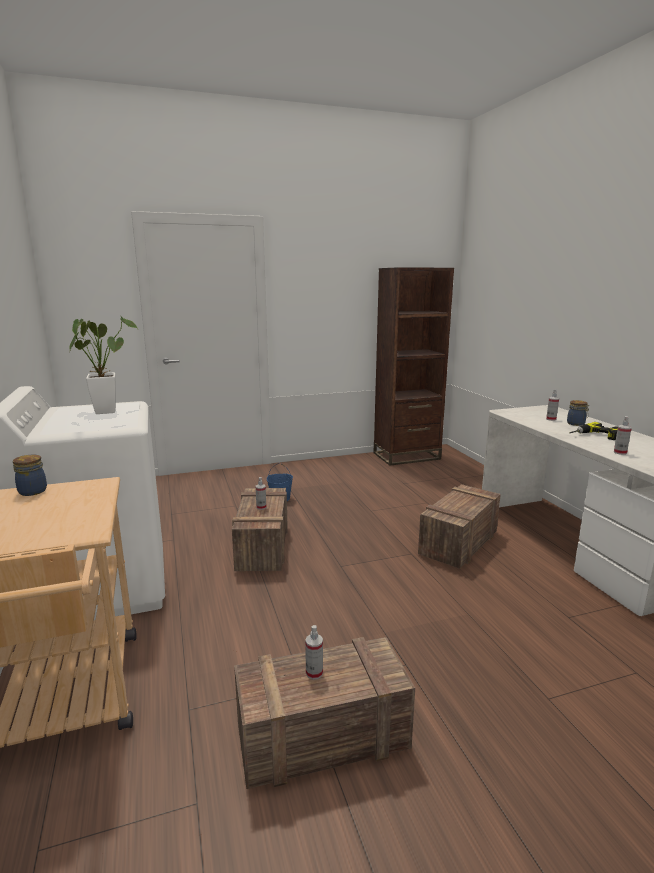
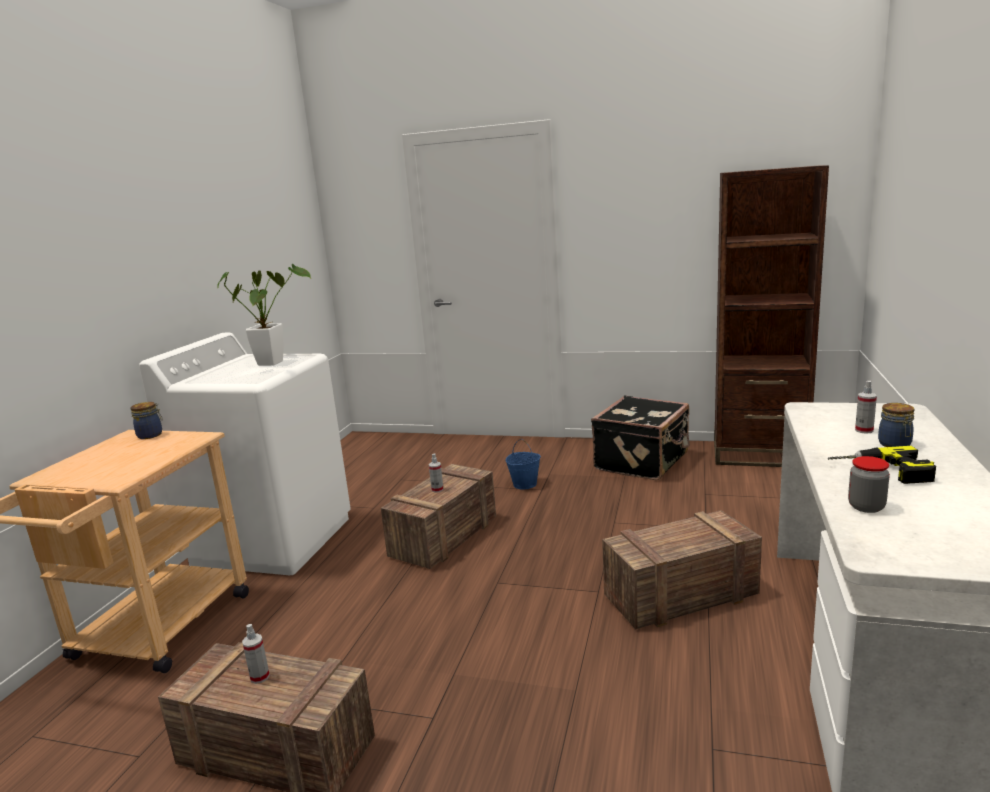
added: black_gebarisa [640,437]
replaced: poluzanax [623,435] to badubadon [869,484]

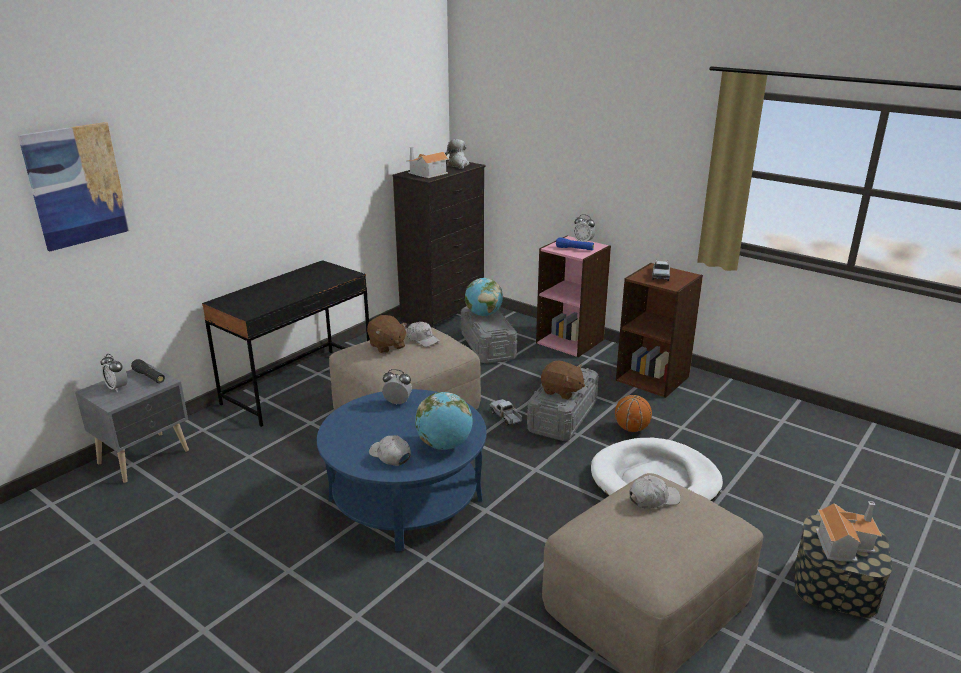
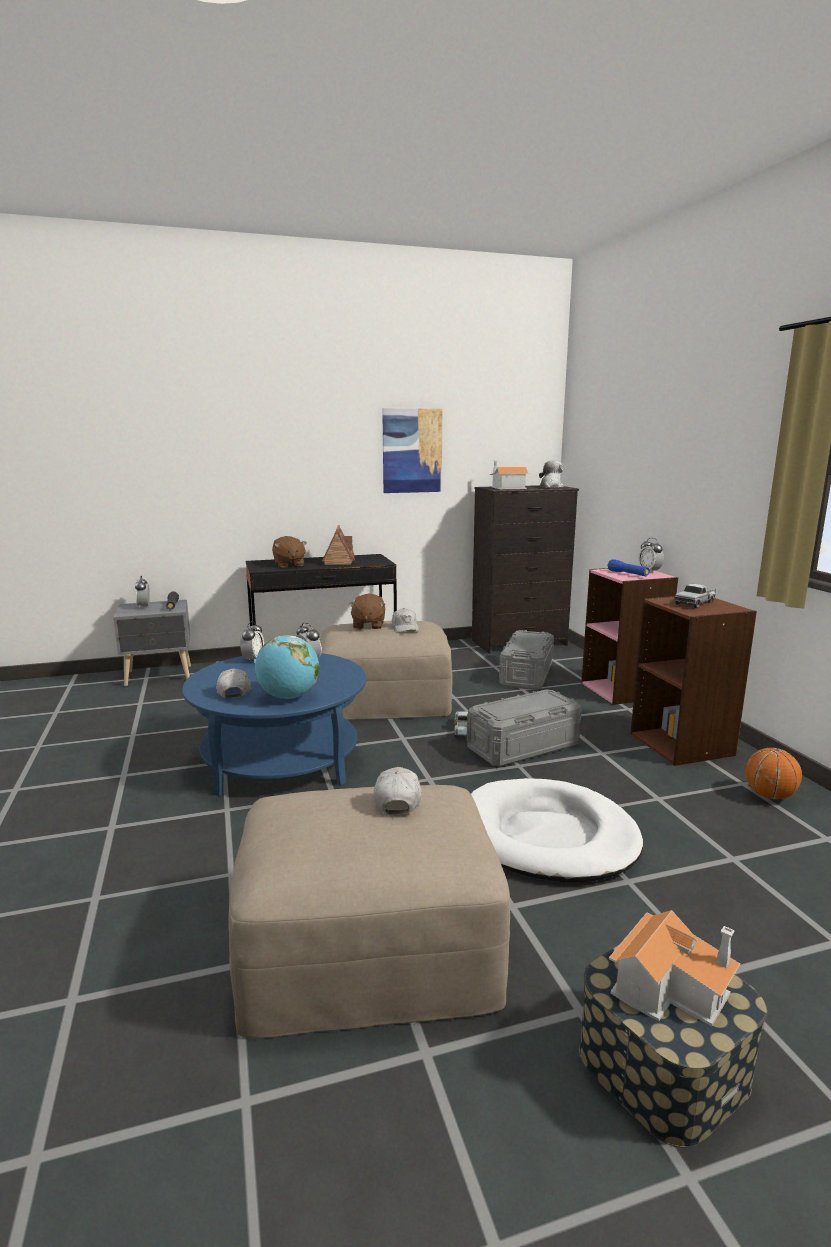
removed: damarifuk [484,297]
added: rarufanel [252,642]; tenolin [338,545]
moved: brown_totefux [563,380] to [289,552]; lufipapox [74,186] to [412,450]; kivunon [633,413] to [773,773]
turned: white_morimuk [654,491] = [397,790] 105 degrees counterclockwise

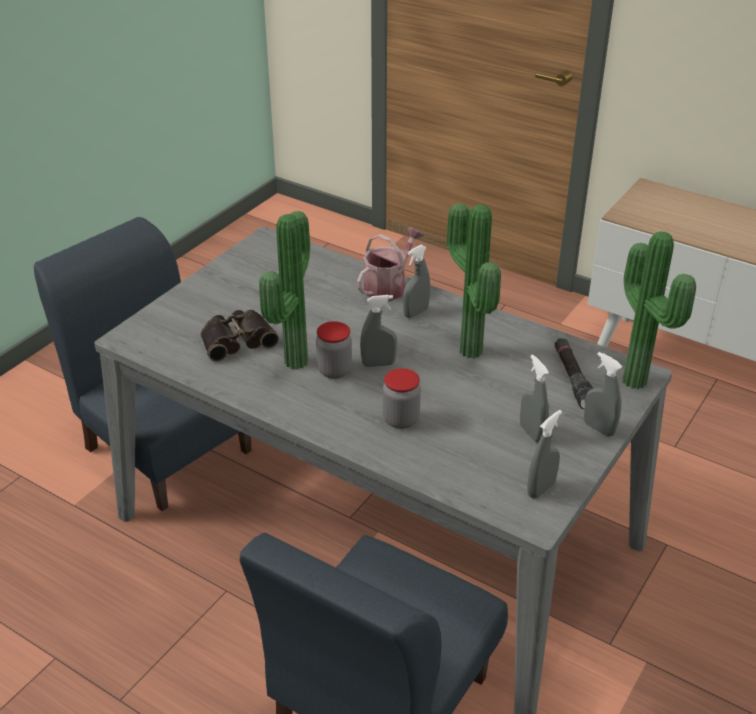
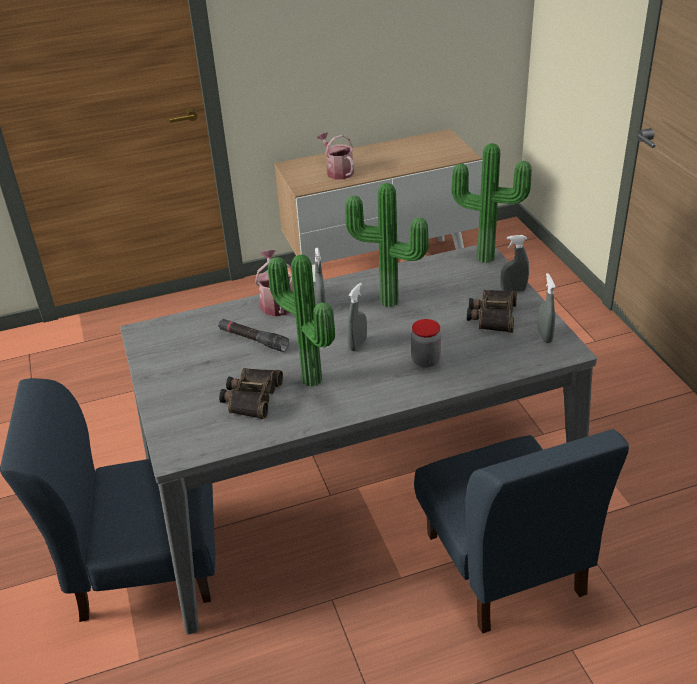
removed: badubadon [334,350]
added: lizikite [335,155]
moved: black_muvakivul [574,373] to [253,335]
replaced: grey_poluzanax [534,399] to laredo [492,311]

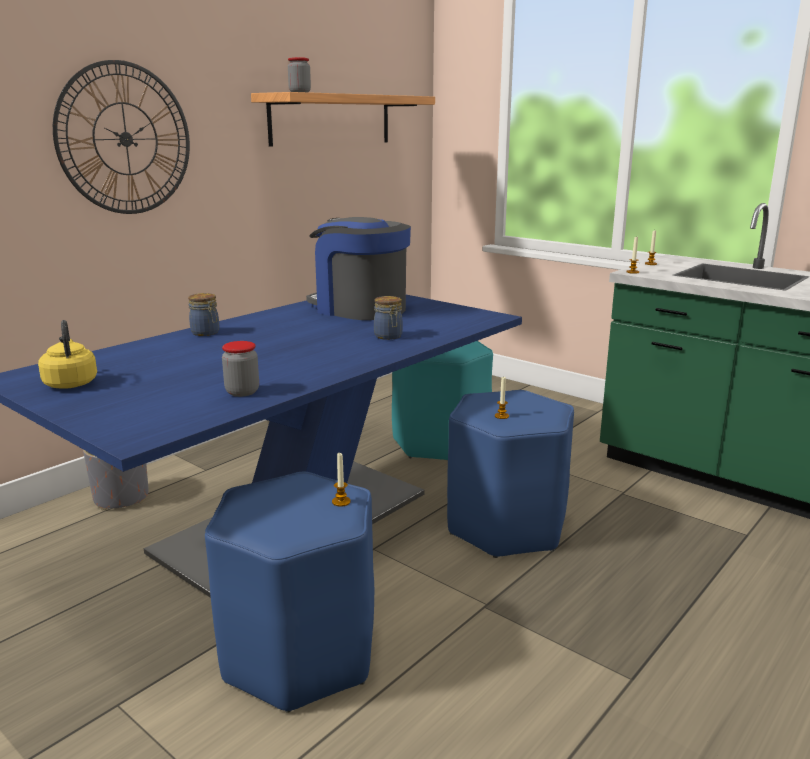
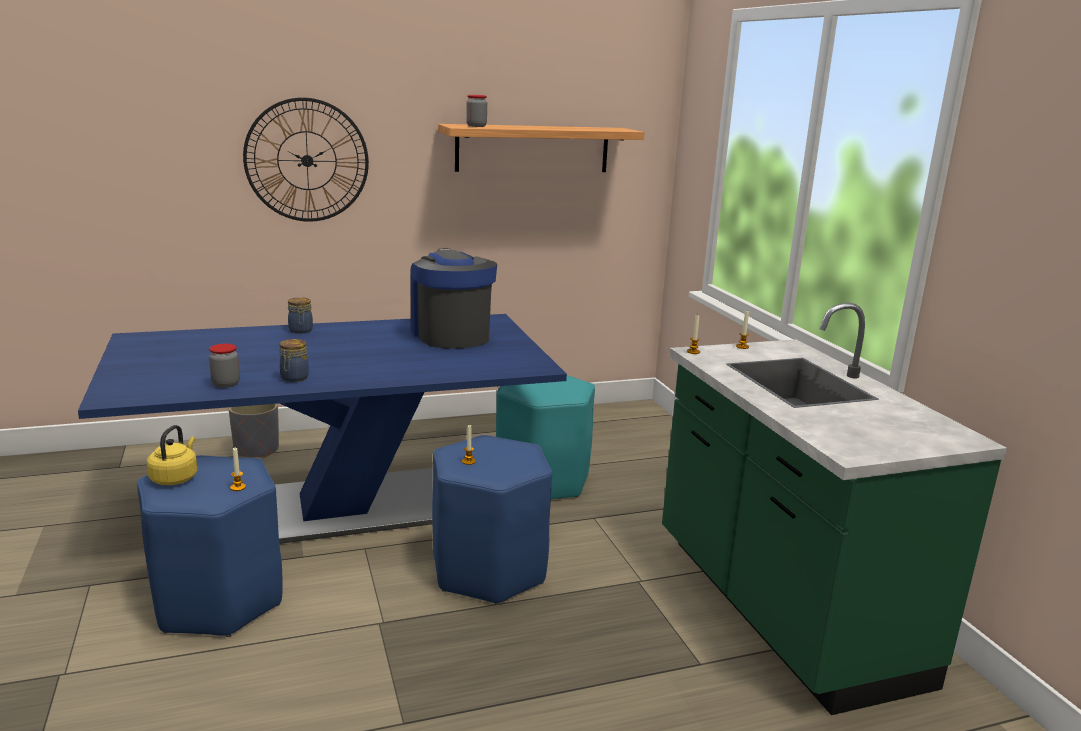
moved: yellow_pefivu [67,354] to [172,455]; badubadon [388,318] to [294,360]

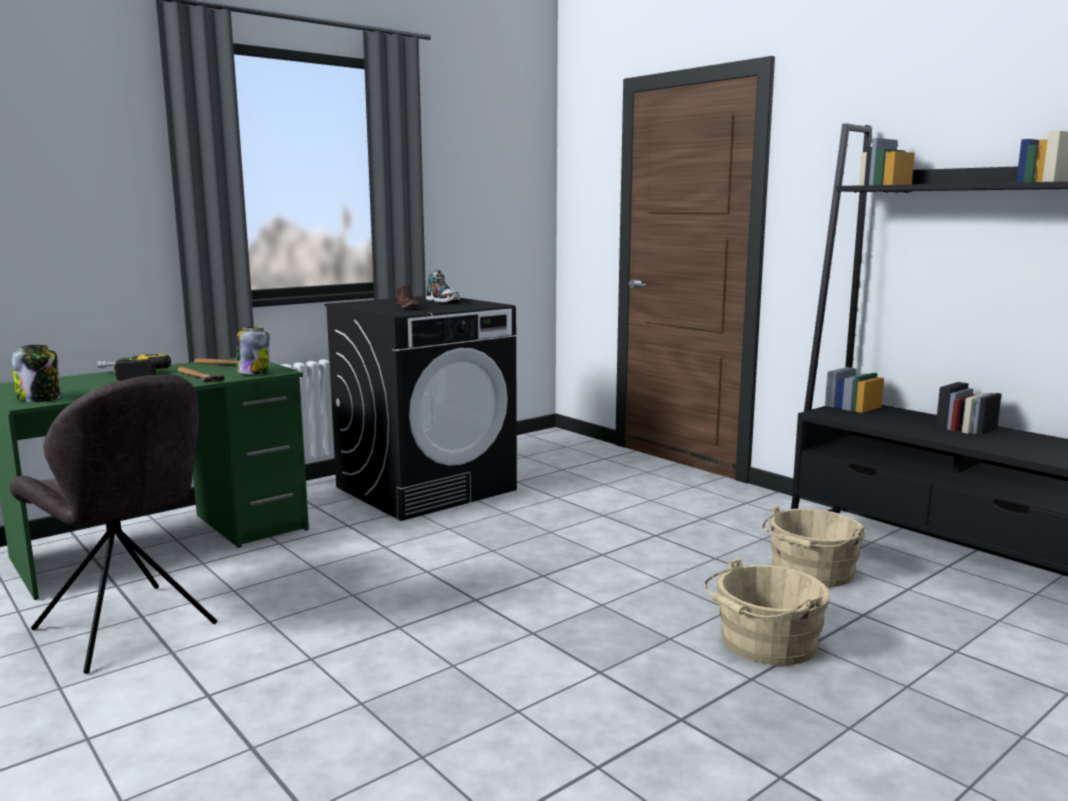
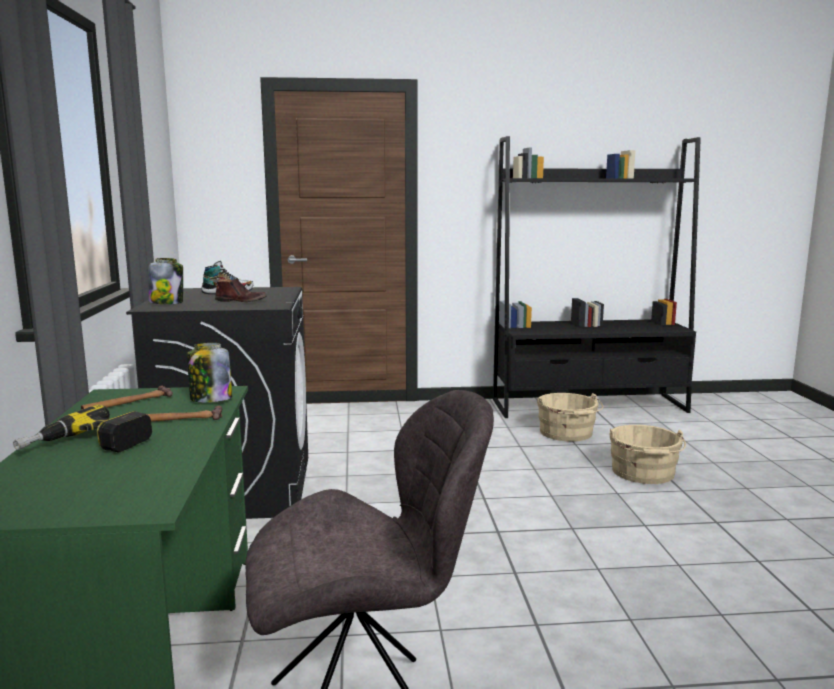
moved: badubadon [36,373] to [165,281]

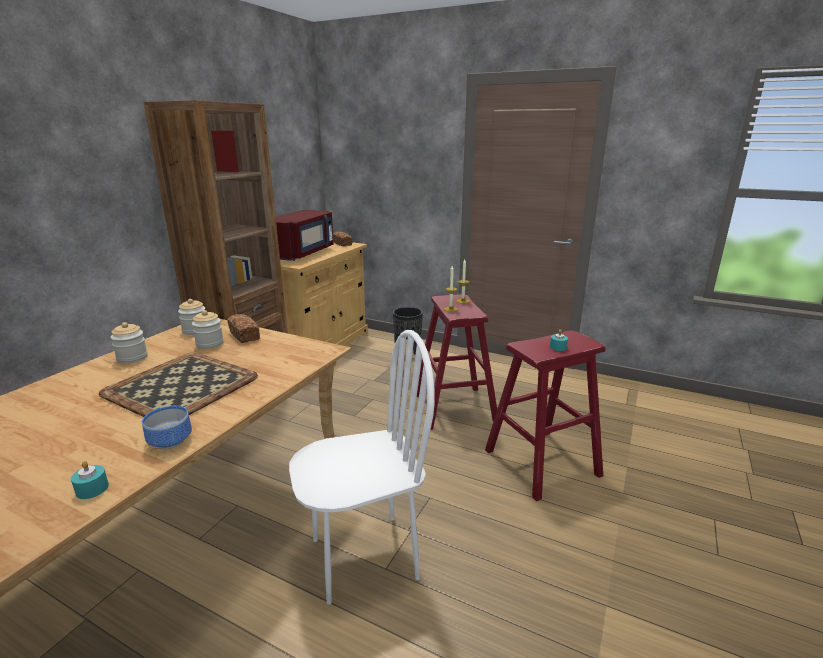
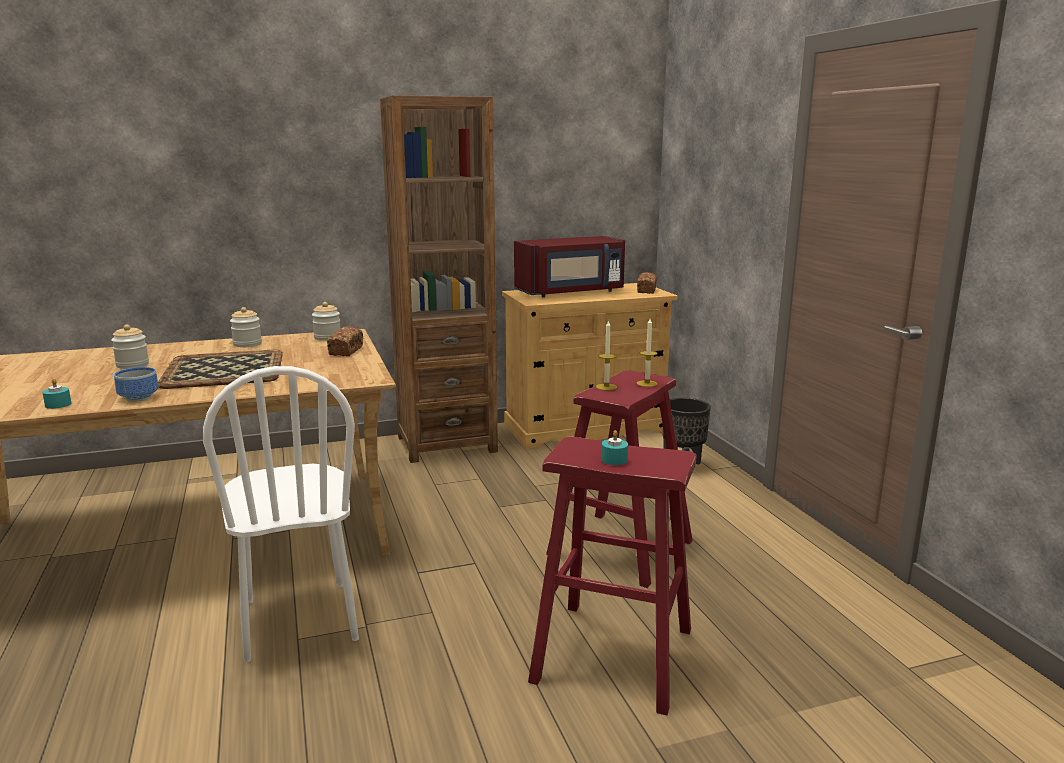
moved: badubadon [208,329] to [130,346]
turned: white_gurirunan [362,467] = [281,514] 45 degrees clockwise

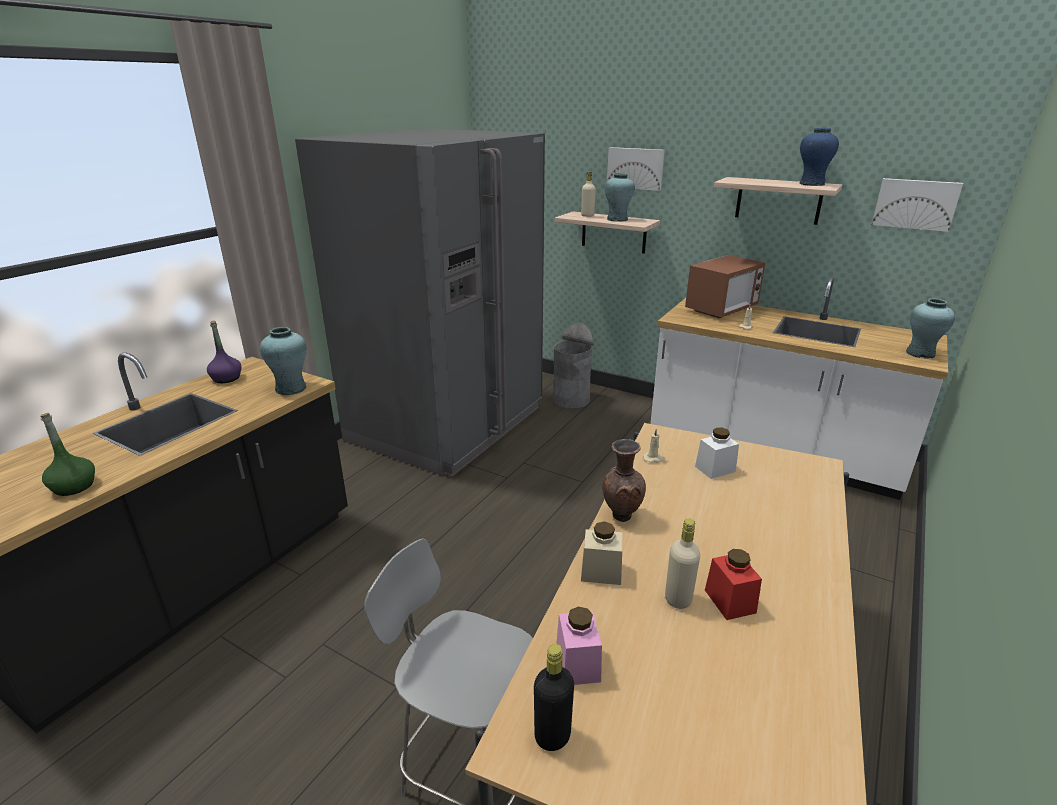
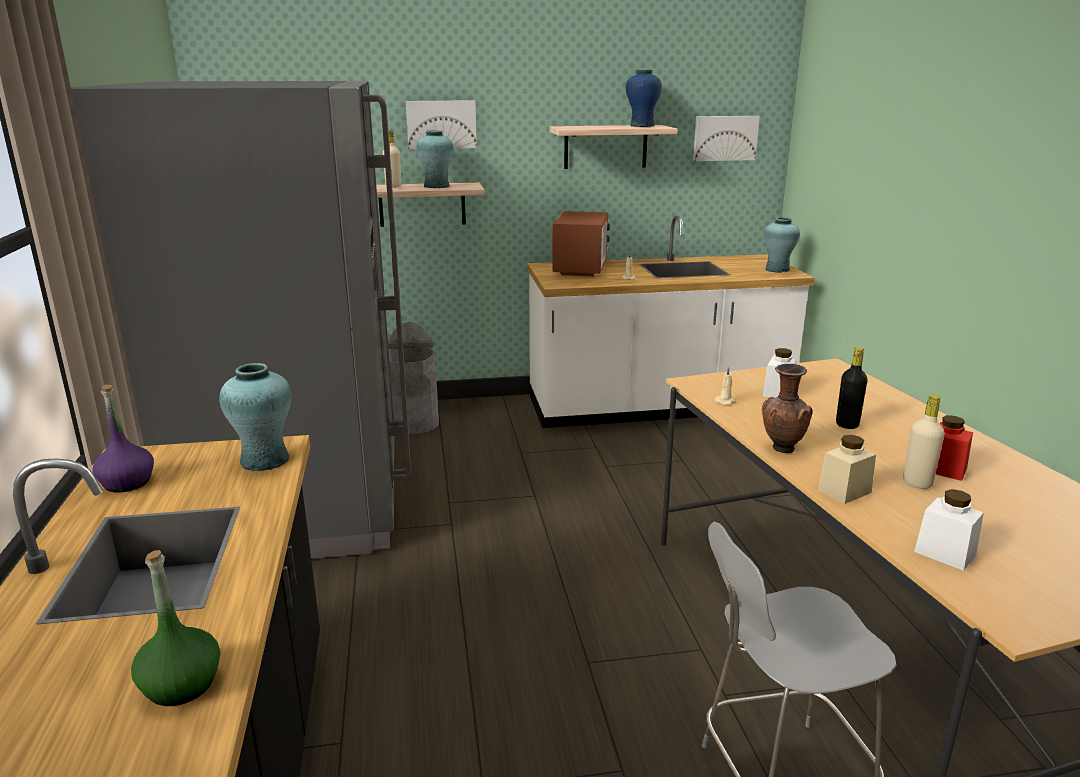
moved: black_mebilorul [554,697] to [852,388]
recoloured: pink_badubadon [579,646] to white_badubadon [949,530]

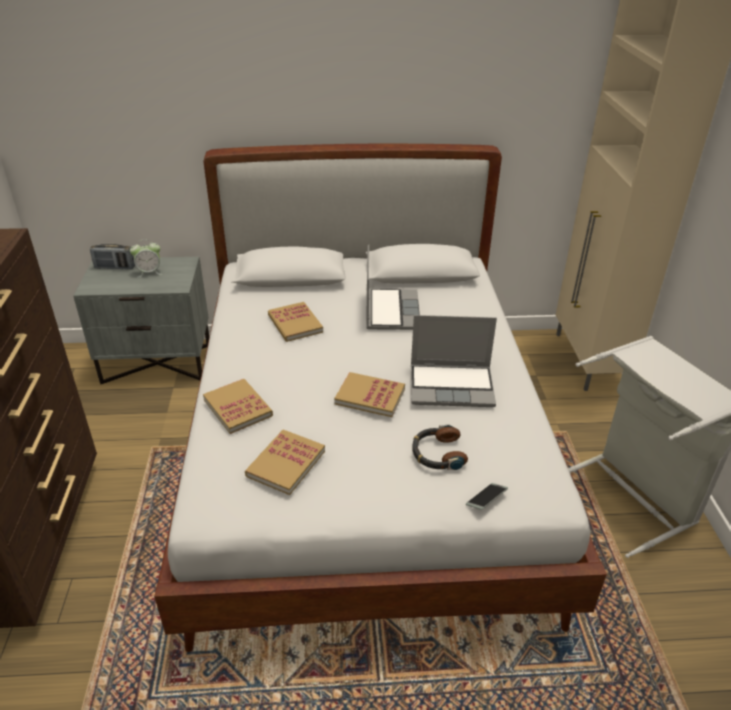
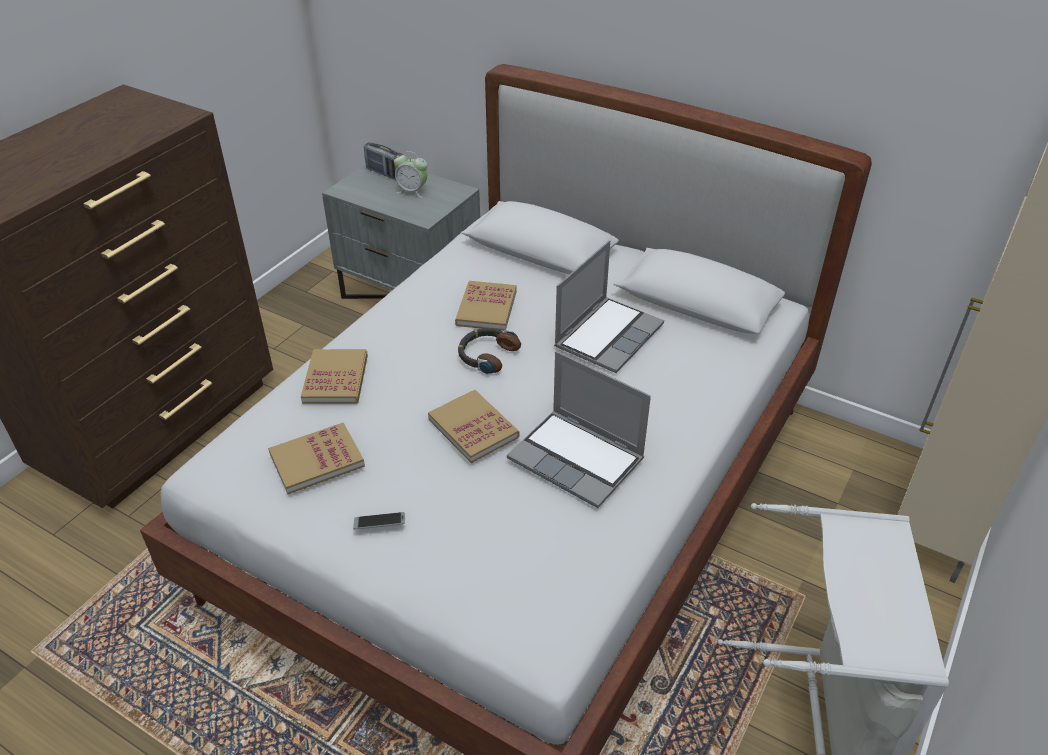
moved: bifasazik [487,496] to [379,520]; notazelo [440,447] to [489,351]

